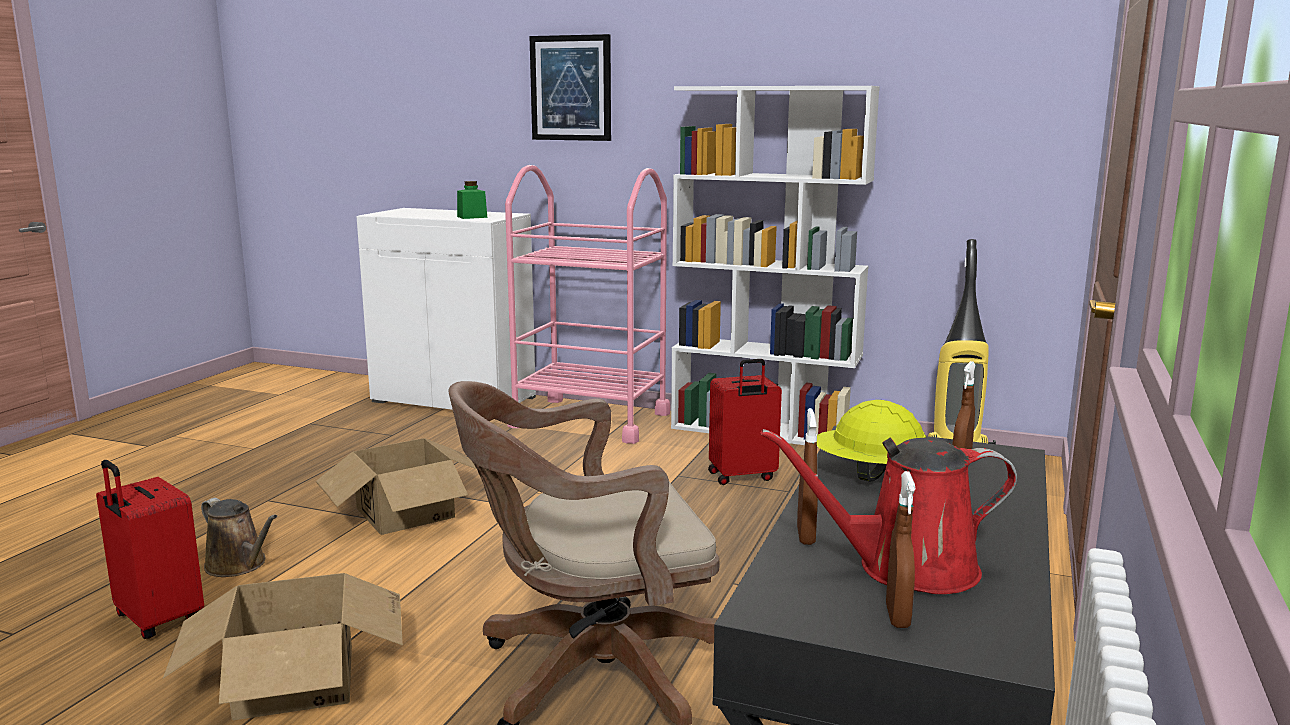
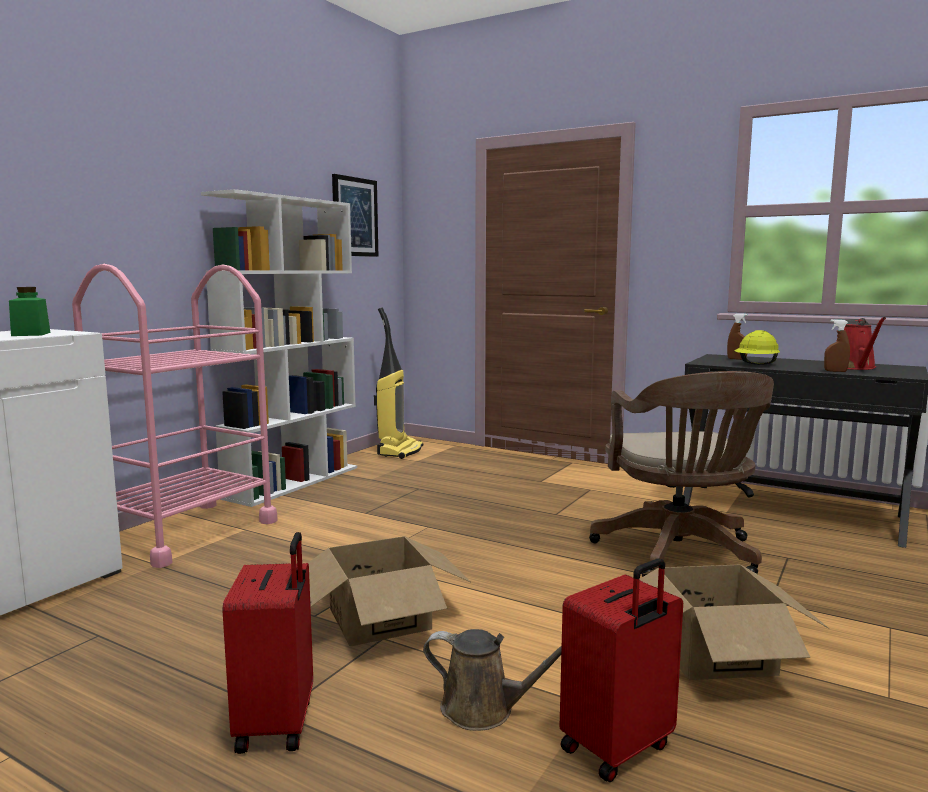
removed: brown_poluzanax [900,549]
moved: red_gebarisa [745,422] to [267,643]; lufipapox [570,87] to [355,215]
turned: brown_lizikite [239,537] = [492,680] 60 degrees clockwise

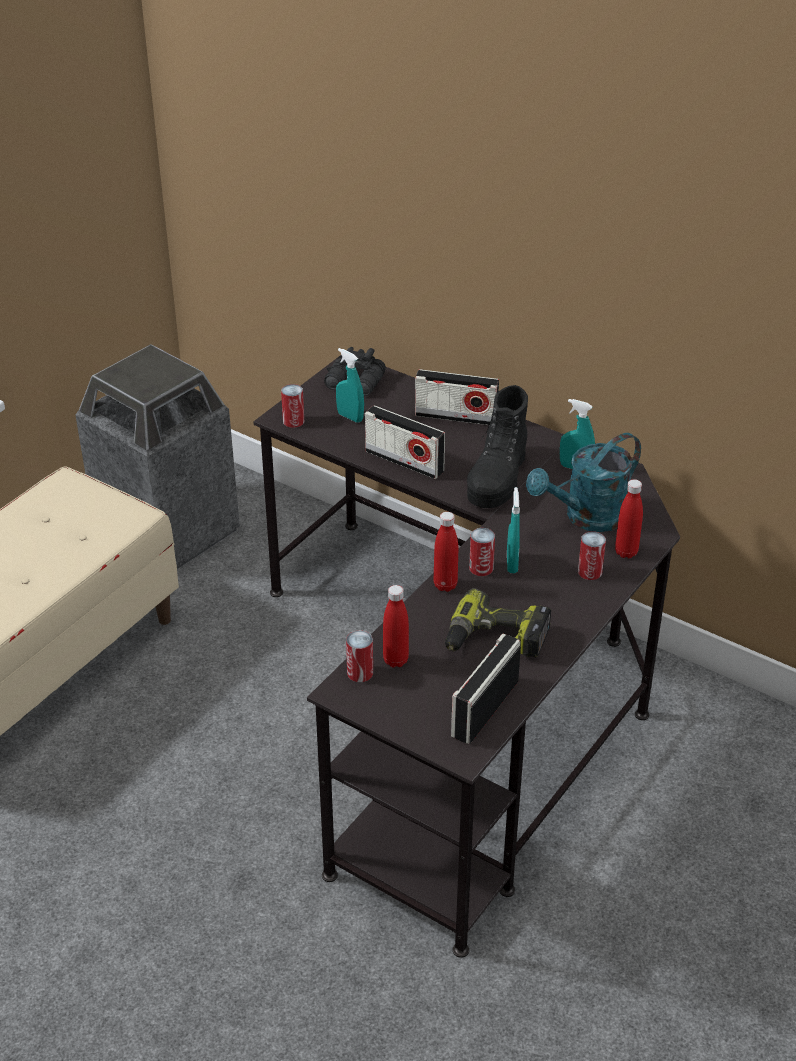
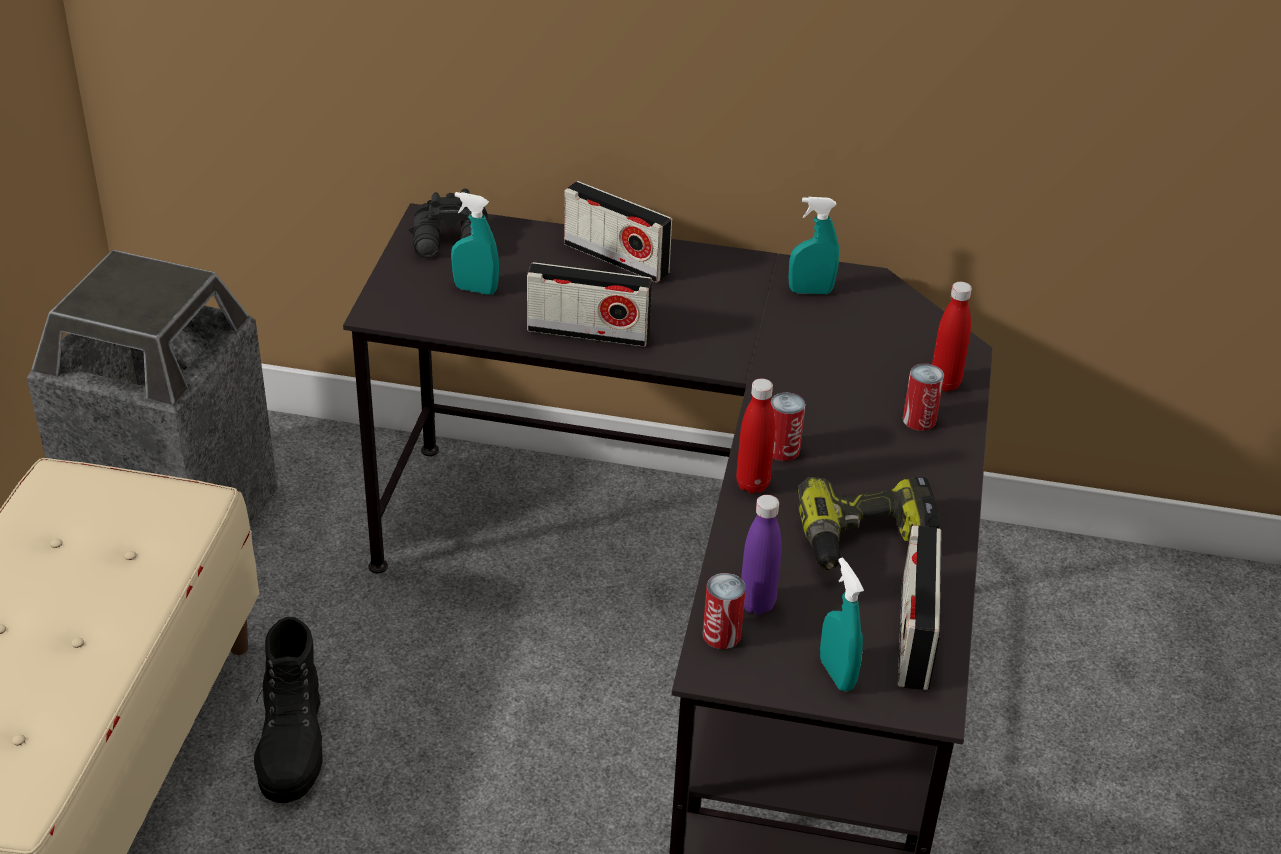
removed: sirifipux [292,406]; turquoise_lizikite [583,482]
moved: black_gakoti [497,446] to [288,710]; turquoise_poluzanax [513,530] to [842,624]
recoloured: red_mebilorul [396,626] to purple_mebilorul [761,555]
turned: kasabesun [457,397] = [618,232] 45 degrees clockwise

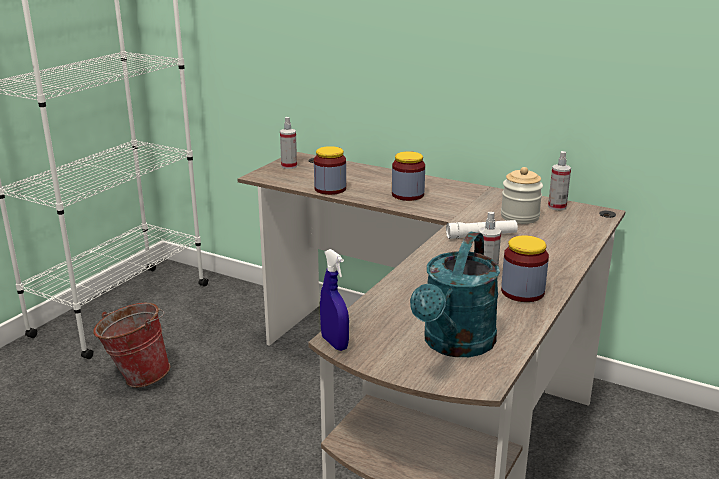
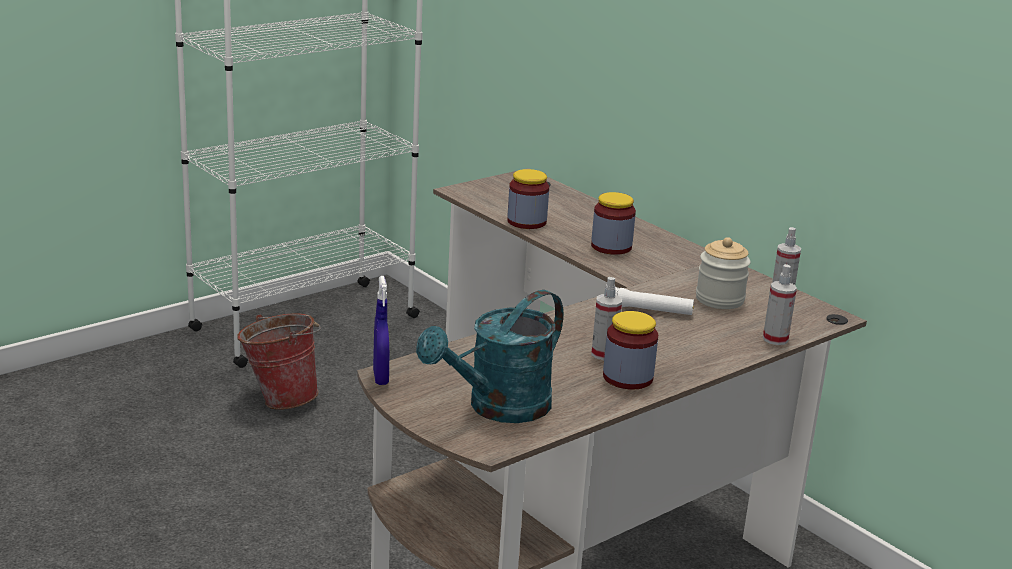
moved: poluzanax [288,143] to [780,304]

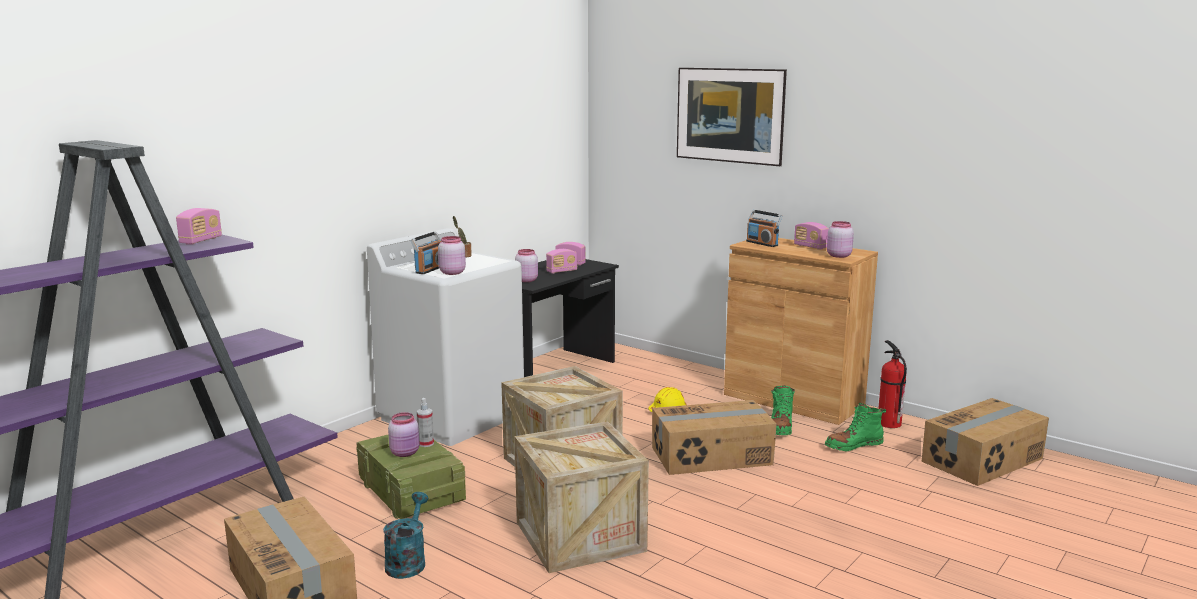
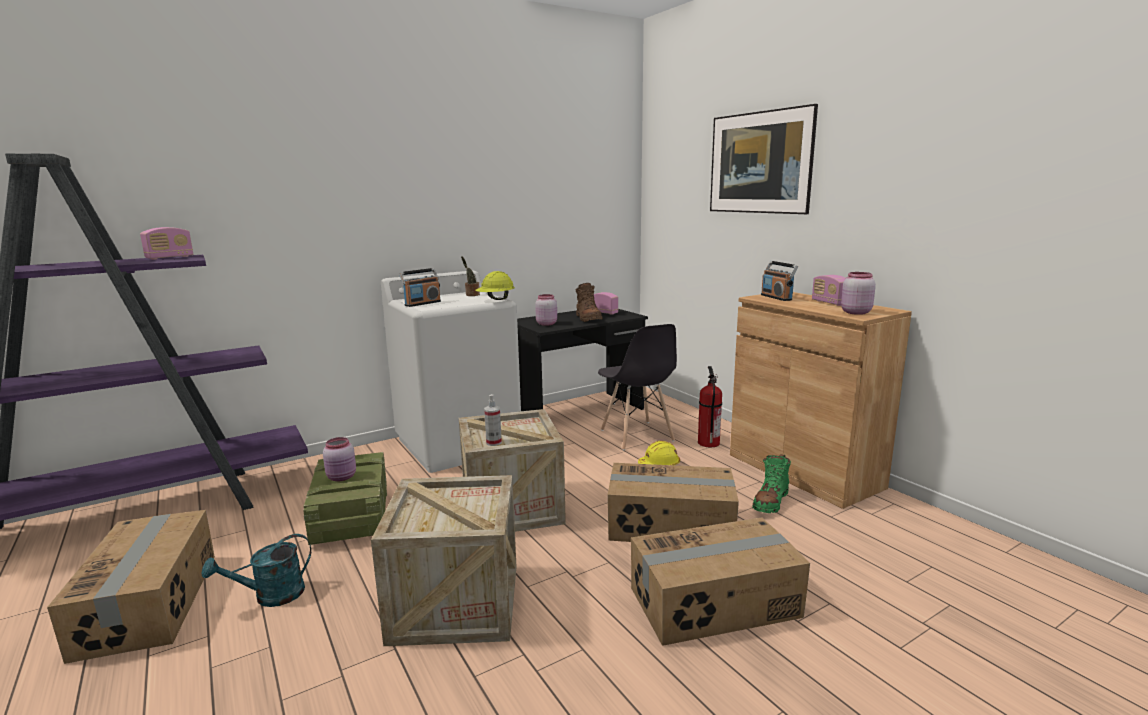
removed: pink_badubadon [452,255]; green_gakoti [855,427]
added: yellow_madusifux [495,285]; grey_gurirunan [637,387]
moved: poluzanax [425,422] to [493,420]; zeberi [985,442] to [720,581]; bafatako [892,384] to [710,406]
replaced: kasabesun [561,261] to brown_gakoti [589,302]
turned: turquoise_lizikite [405,535] = [256,570] 150 degrees counterclockwise

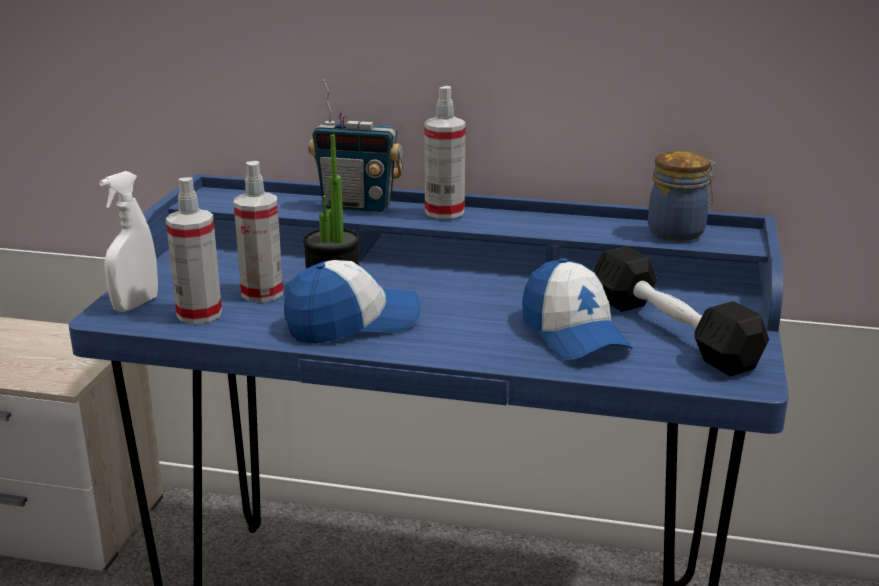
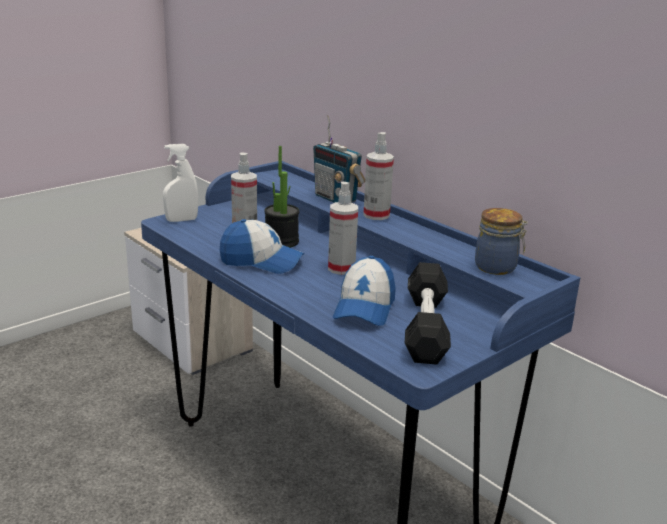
moved: poluzanax [194,250] to [343,228]

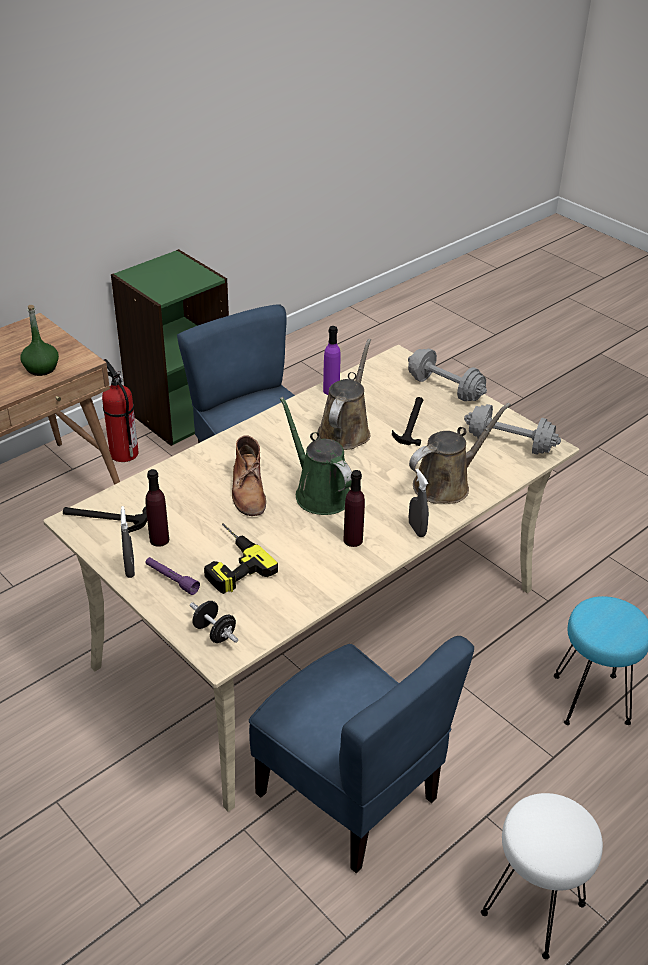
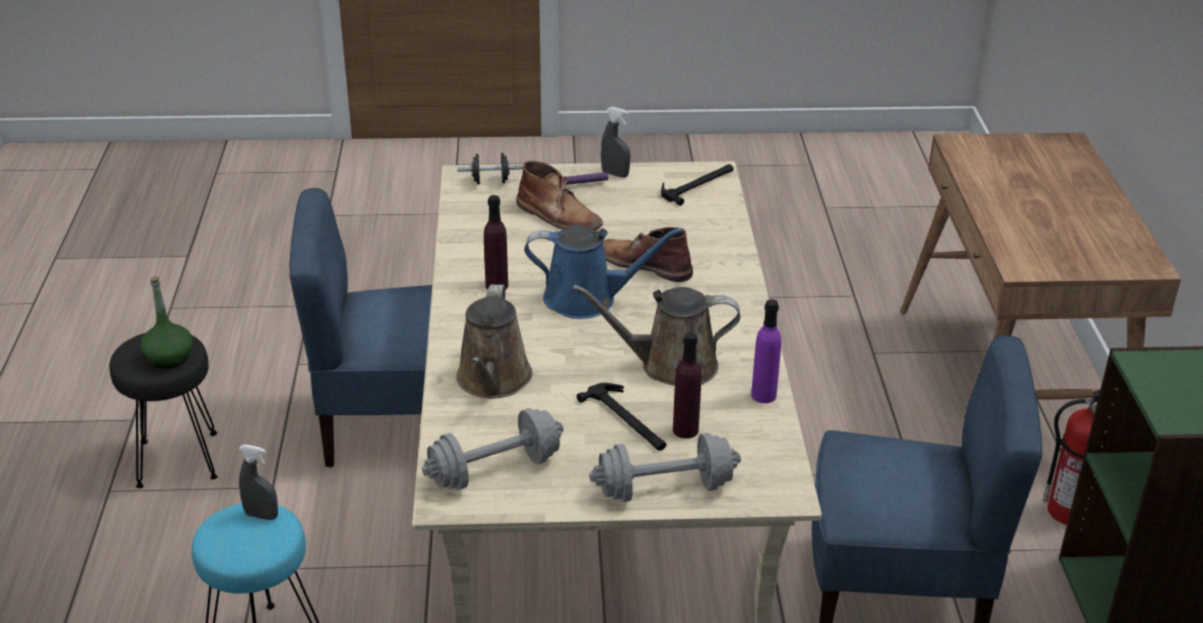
moved: green_mebilorul [39,340] to [167,322]; grey_poluzanax [419,503] to [258,482]; purple_mebilorul [157,508] to [687,385]
replaced: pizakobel [241,558] to brown_gakoti [559,195]
recoloured: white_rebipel [542,876] to black_rebipel [164,410]; green_lizikite [316,456] to blue_lizikite [603,272]
turned: brown_lizikite [344,394] = [656,335] 120 degrees clockwise

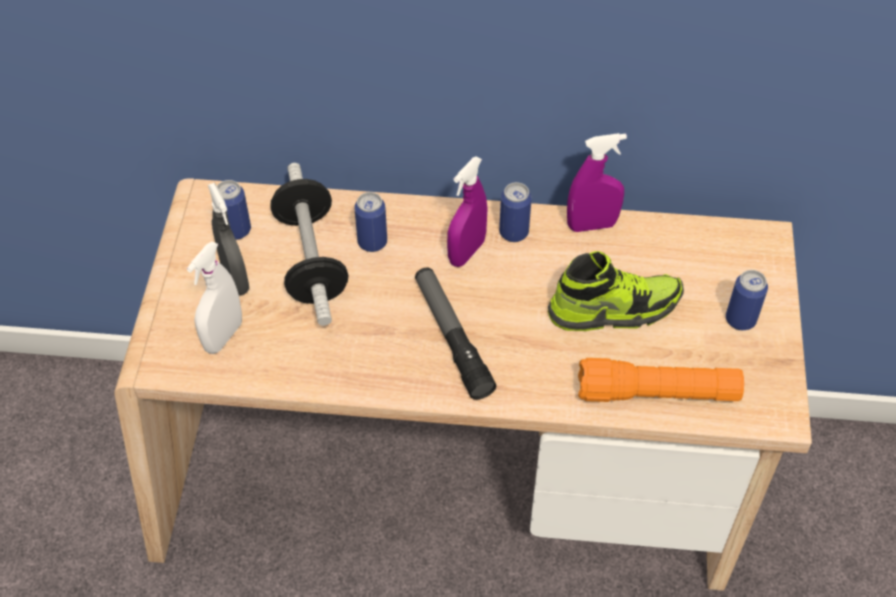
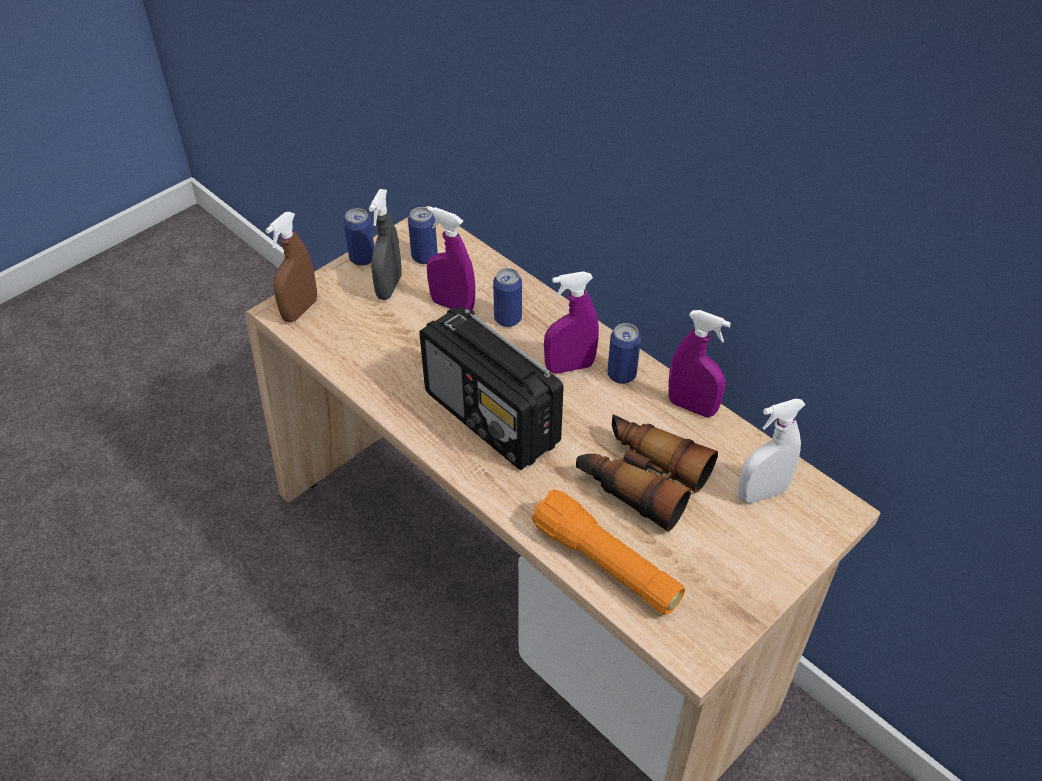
added: brown_poluzanax [291,267]
moved: sirifipux [747,300] to [358,237]; white_poluzanax [214,297] to [772,451]
replaced: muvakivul [455,333] to kasabesun [491,388]; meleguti [309,244] to purple_poluzanax [451,258]; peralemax [616,291] to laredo [647,473]

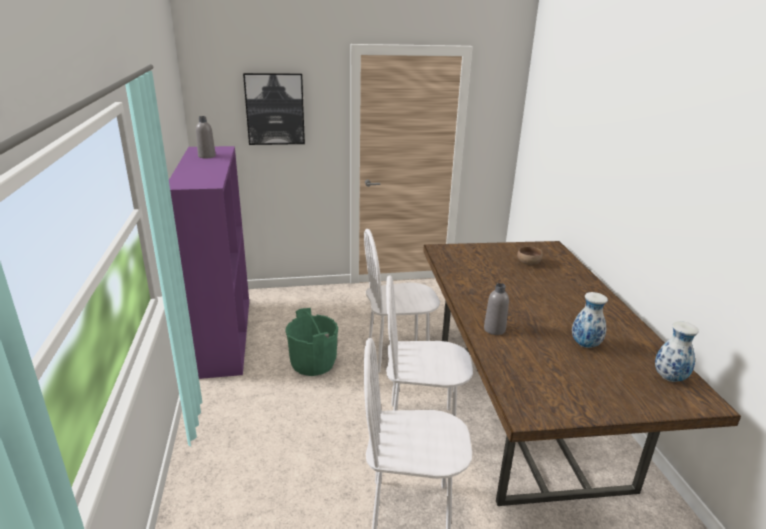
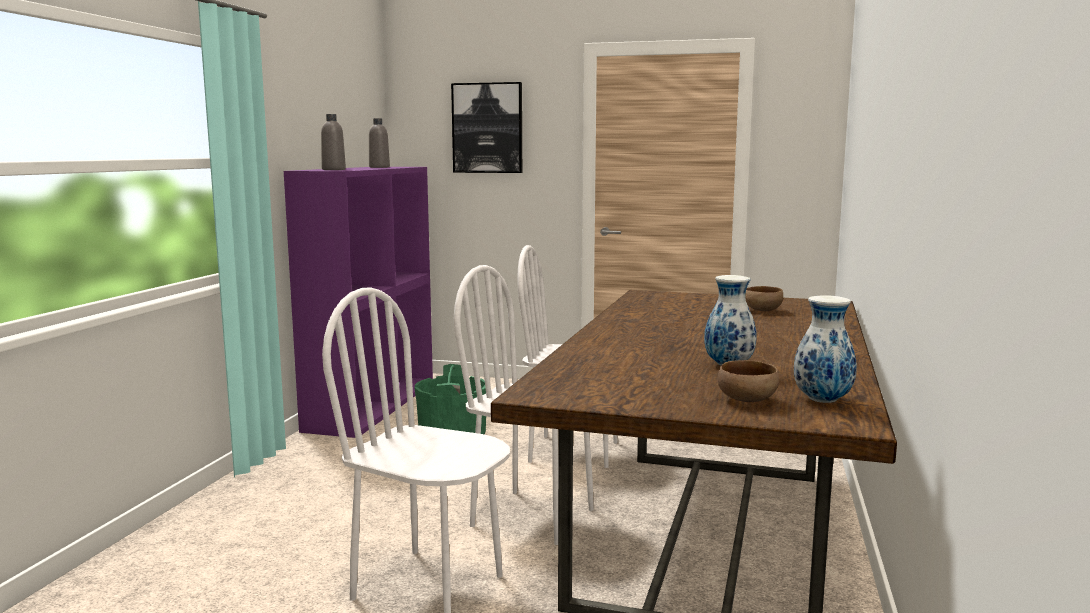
added: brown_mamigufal [748,381]
moved: grey_mebilorul [496,309] to [333,142]

